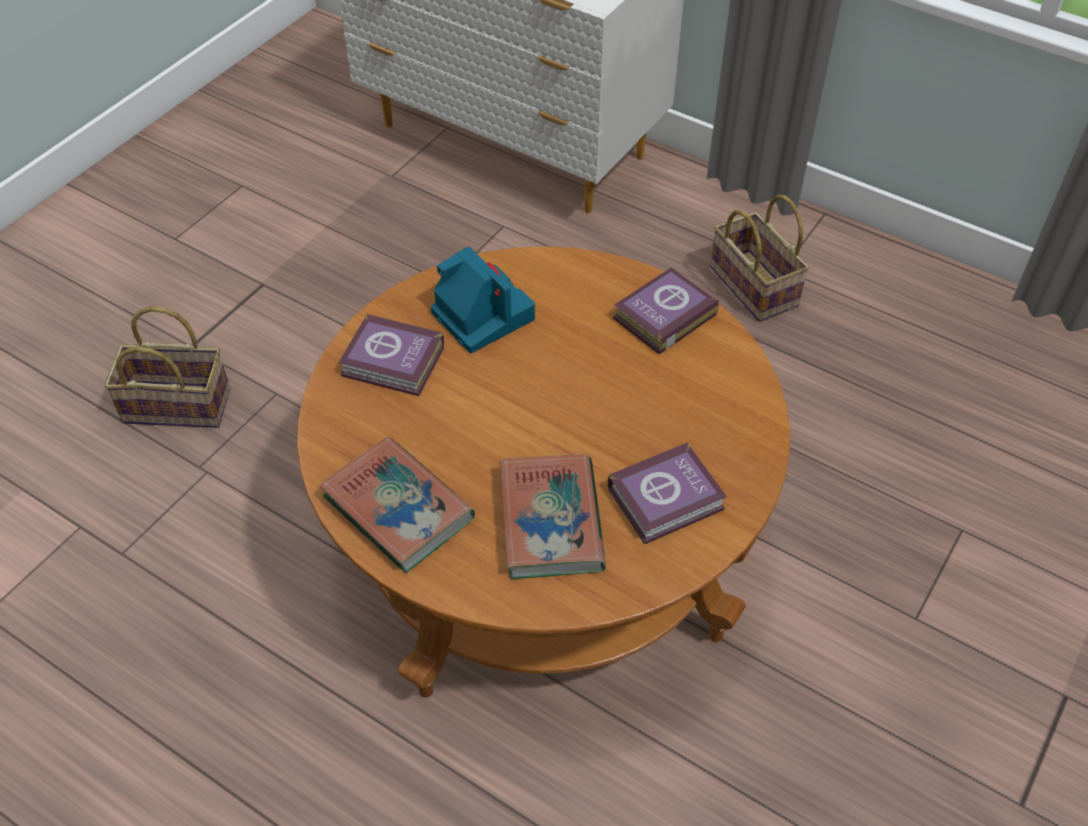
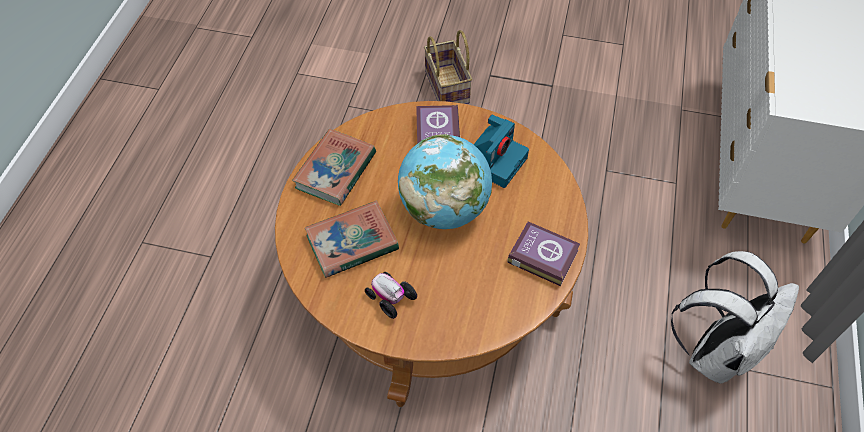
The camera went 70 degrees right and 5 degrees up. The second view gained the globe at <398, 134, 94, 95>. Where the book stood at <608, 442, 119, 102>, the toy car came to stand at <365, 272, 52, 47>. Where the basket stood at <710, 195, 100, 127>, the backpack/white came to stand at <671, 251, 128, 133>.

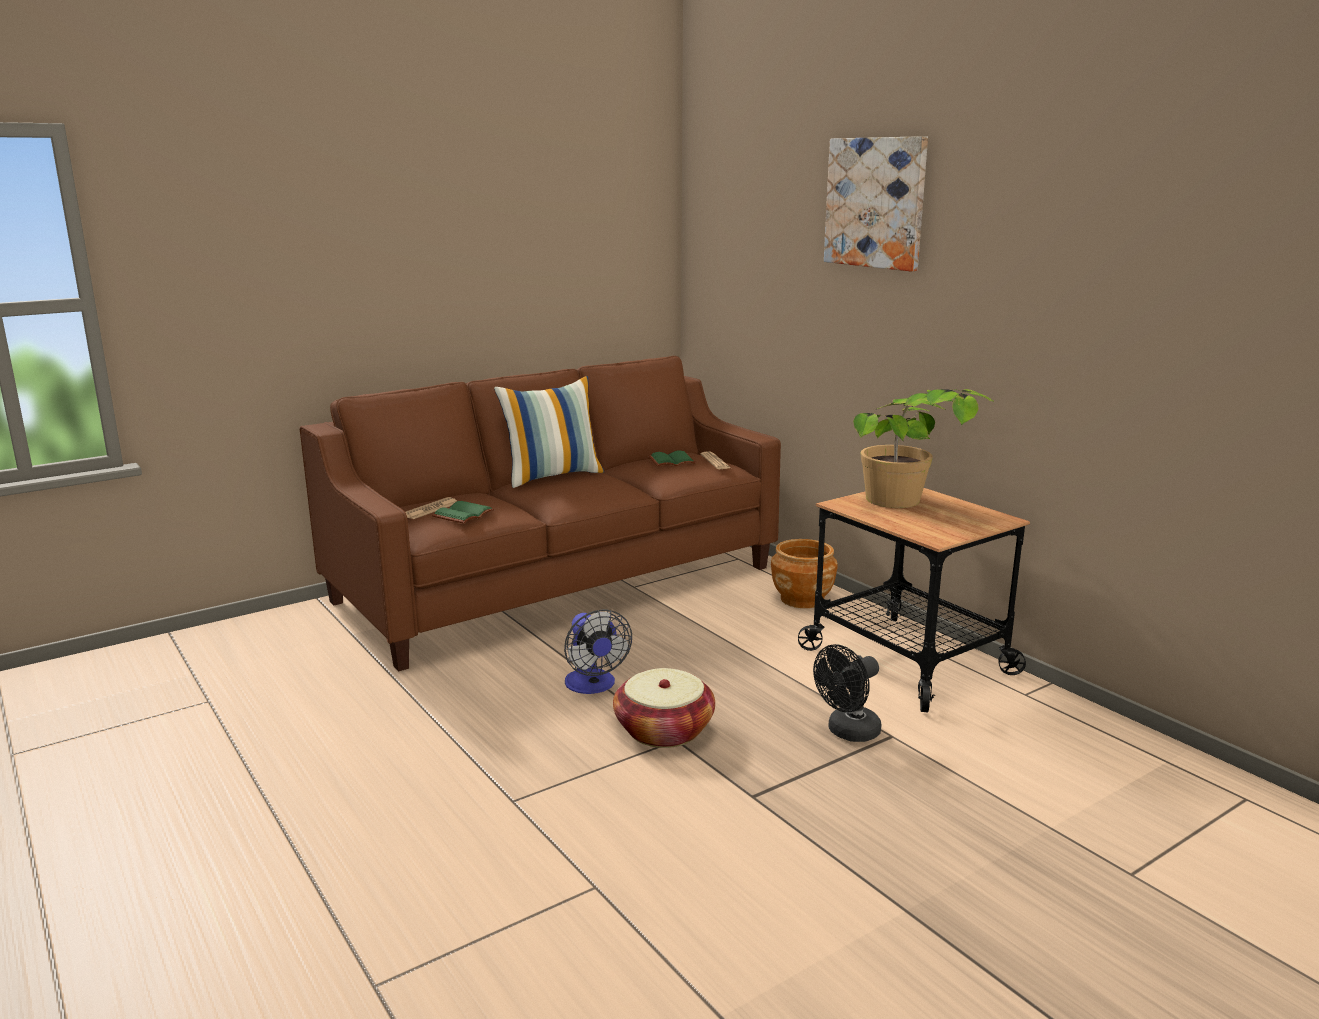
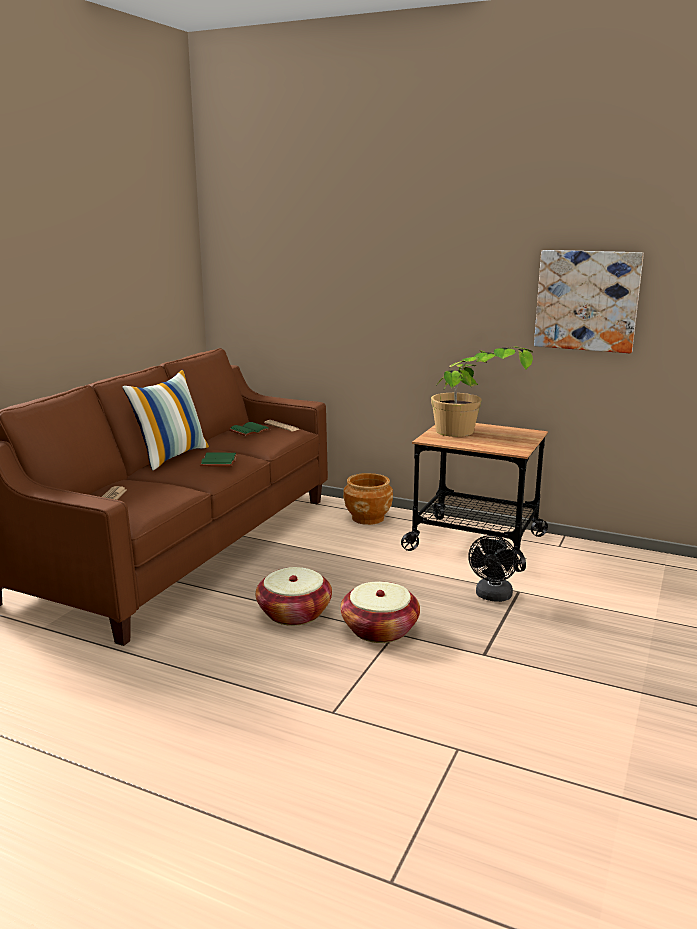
The camera went 30 degrees left and 0 degrees up. The book/green ended up elsewhere, having gone from <432, 501, 63, 23> to <200, 453, 38, 13>. The picture ended up elsewhere, having gone from <824, 136, 104, 136> to <534, 250, 110, 103>. Where the fan stood at <564, 609, 68, 85>, the basket came to stand at <256, 567, 76, 59>.

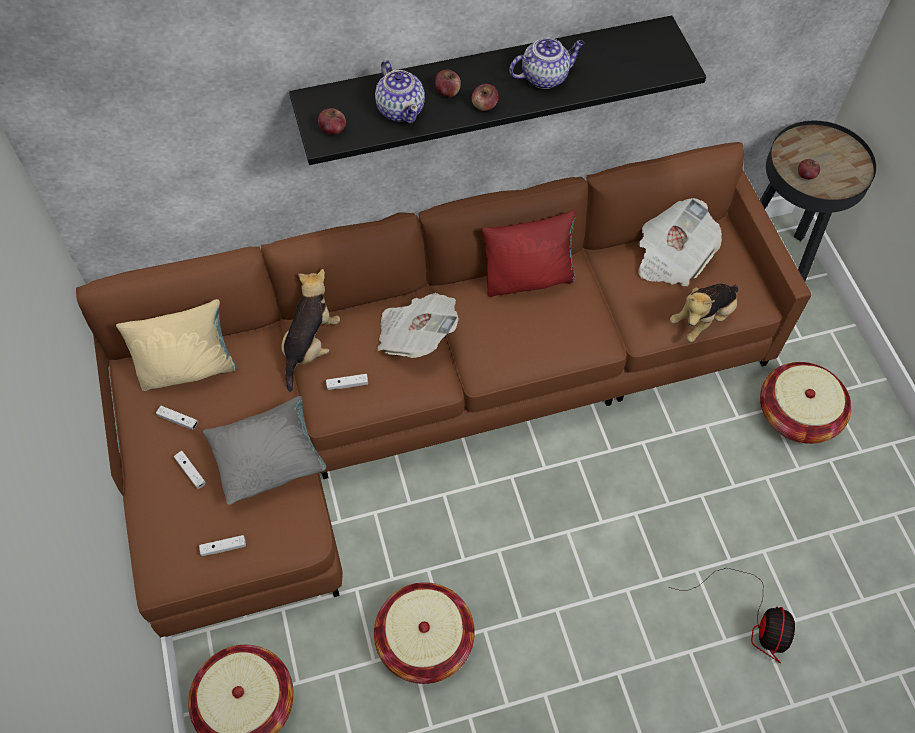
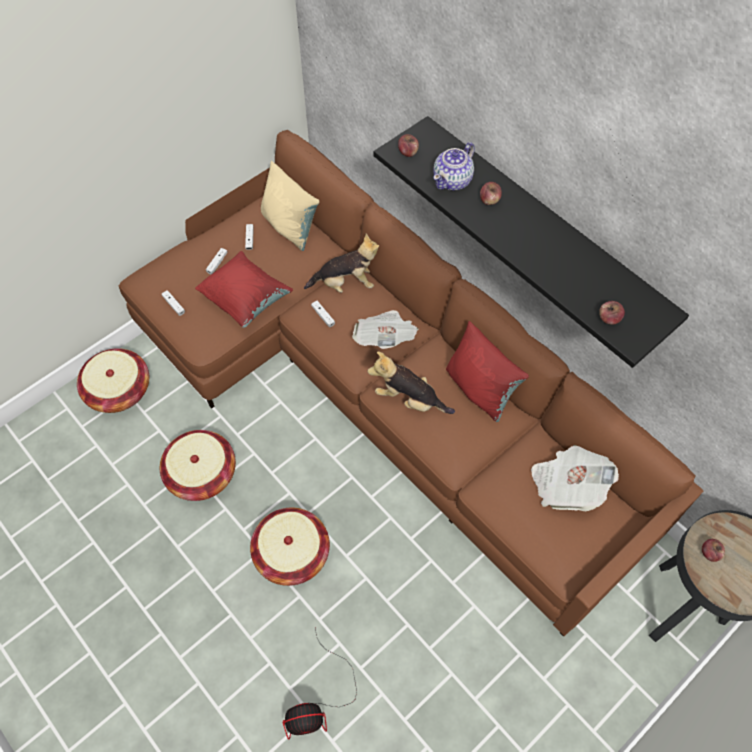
The camera went 65 degrees right and 0 degrees up. The second view lost the teapot at <509, 37, 75, 52>. The apple ended up elsewhere, having gone from <472, 84, 27, 27> to <599, 301, 26, 24>. The plush toy ended up elsewhere, having gone from <670, 284, 69, 58> to <367, 352, 88, 62>. The basket ended up elsewhere, having gone from <760, 362, 91, 82> to <250, 508, 80, 78>. What was the pillow/grey at <203, 396, 123, 109> turned into the pillow/red at <195, 251, 98, 77>.

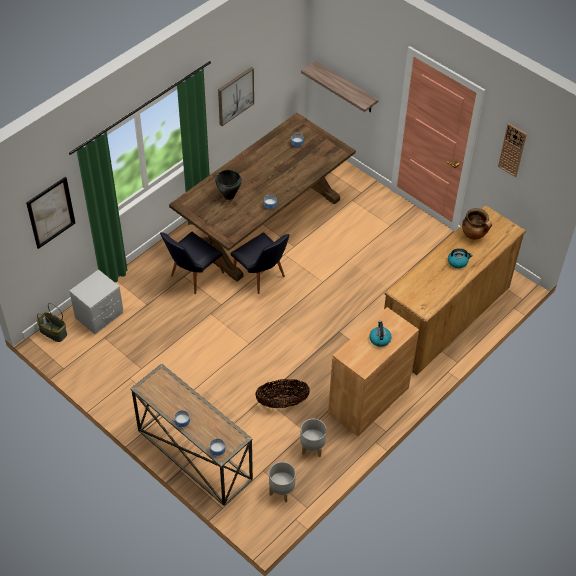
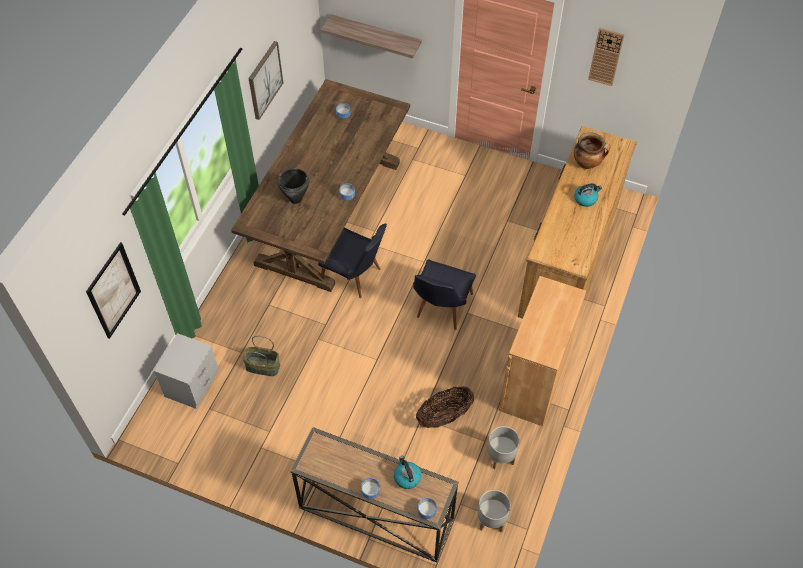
The camera went 20 degrees left and 5 degrees up. The basket ended up elsewhere, having gone from <36, 303, 31, 39> to <242, 336, 38, 40>. The chair/black ended up elsewhere, having gone from <160, 232, 64, 62> to <413, 259, 63, 71>. The kettle ended up elsewhere, having gone from <369, 321, 23, 26> to <394, 456, 27, 33>.

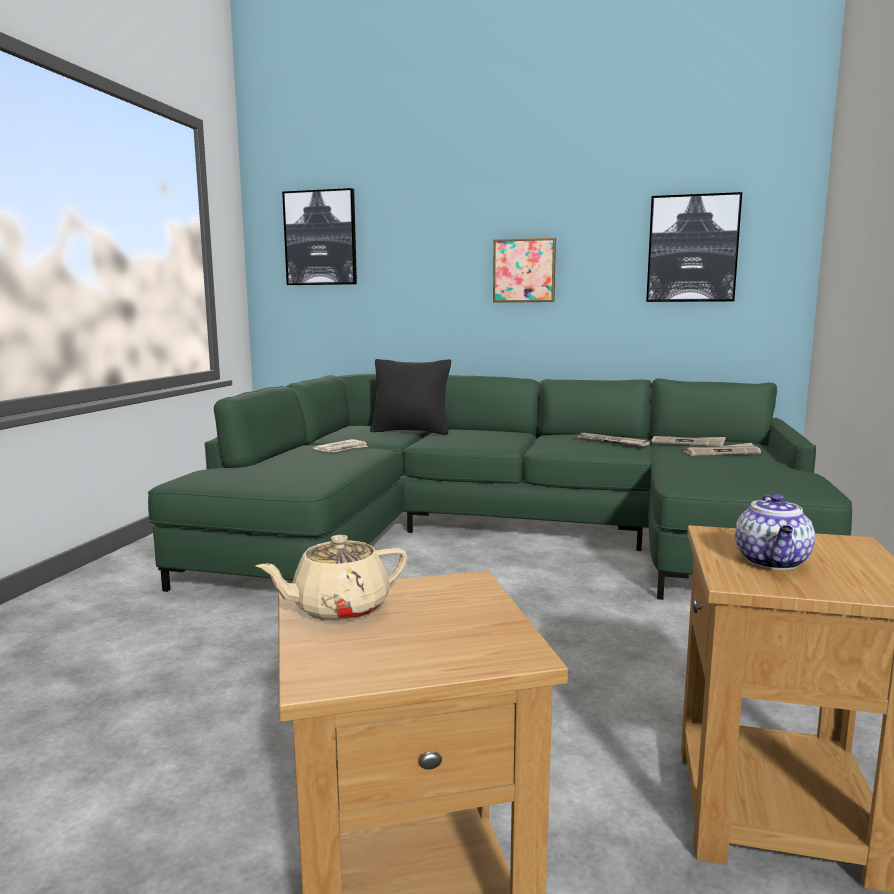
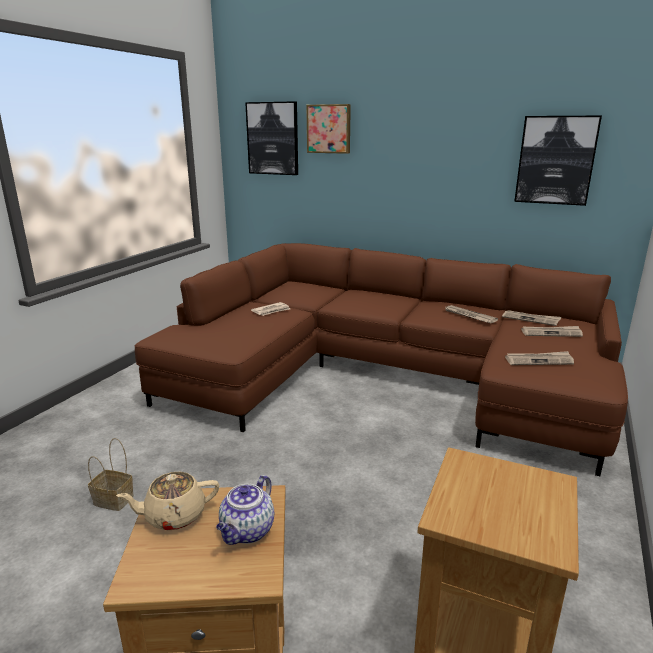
The camera went 10 degrees right and 10 degrees up. The second view lost the pillow/black at <370, 359, 81, 76>. The second view gained the basket at <88, 438, 46, 73>. The second view gained the newspaper at <505, 351, 69, 14>. The picture ended up elsewhere, having gone from <493, 238, 63, 64> to <306, 104, 45, 50>. The teapot ended up elsewhere, having gone from <735, 493, 80, 77> to <216, 475, 58, 70>. What was the sofa/green at <148, 374, 704, 226> turned into the sofa/brown at <134, 243, 494, 233>.

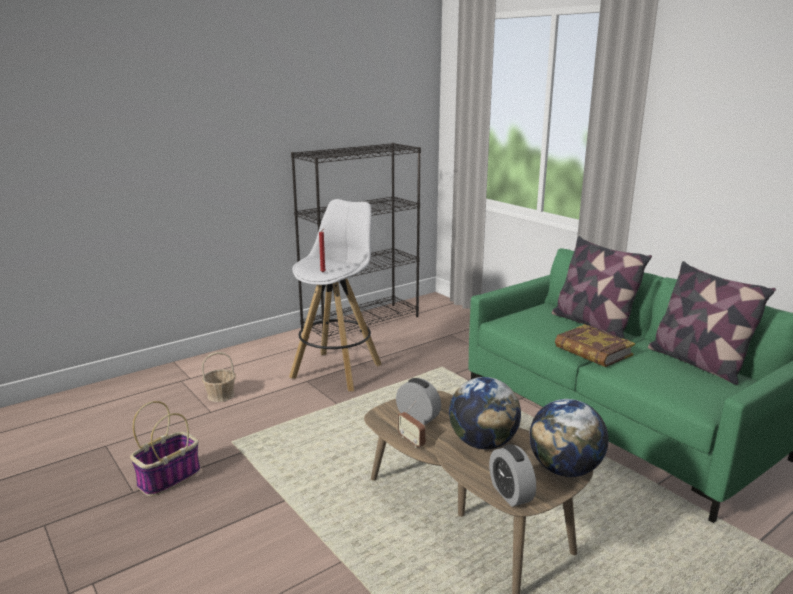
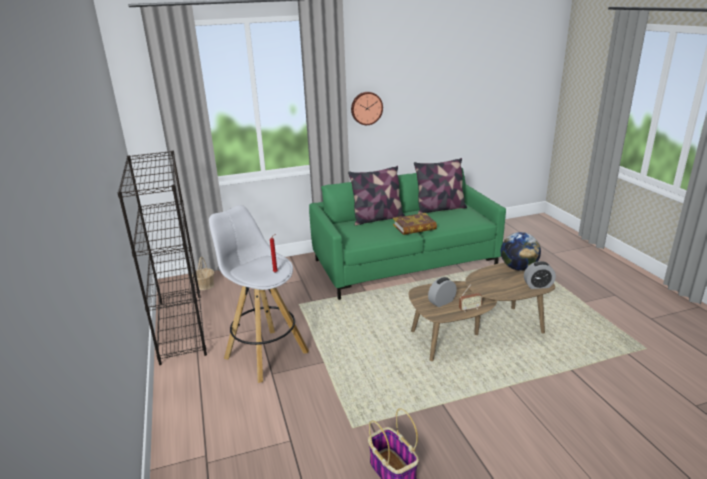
The camera went 70 degrees left and 5 degrees up. The second view lost the globe at <449, 377, 72, 72>. The second view gained the wall clock at <351, 92, 32, 33>. The basket ended up elsewhere, having gone from <202, 352, 34, 50> to <192, 257, 22, 33>.

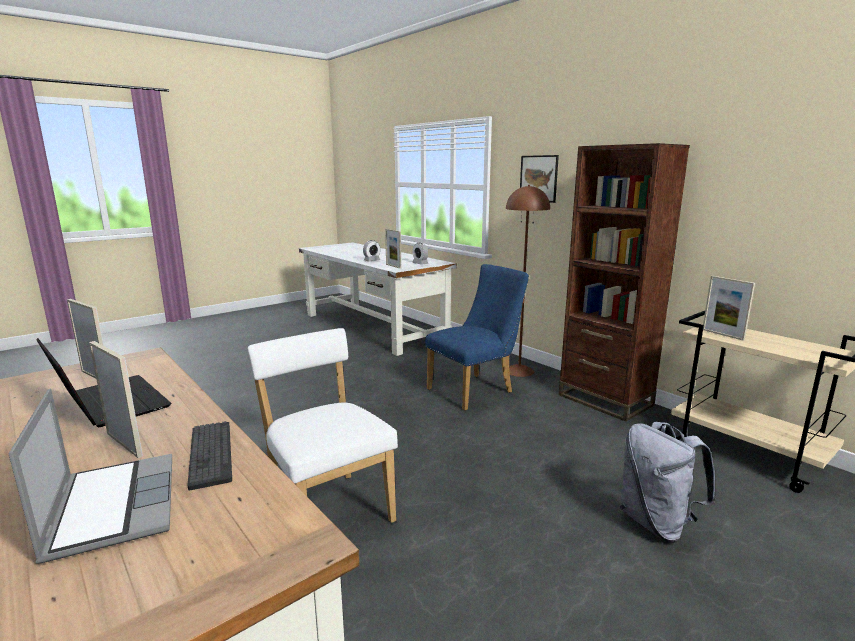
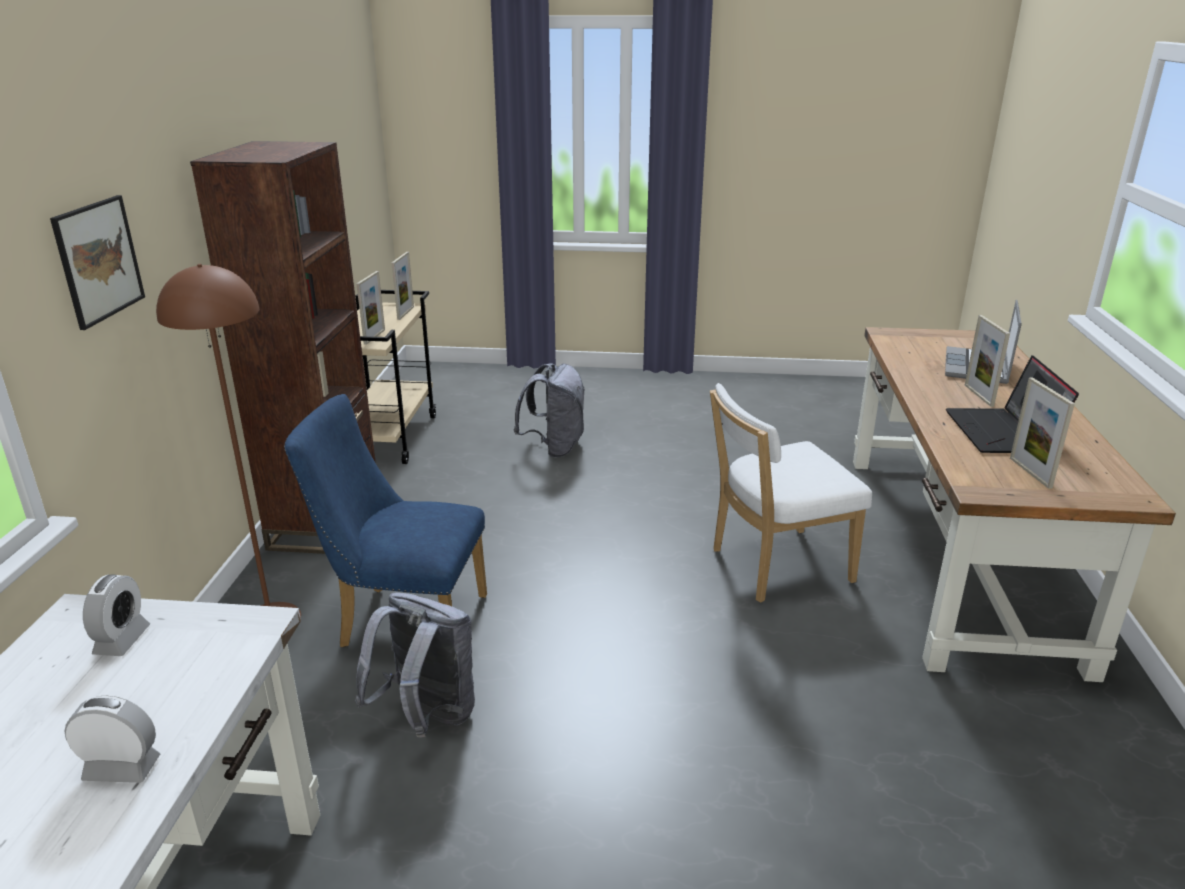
The camera went 135 degrees left and 10 degrees up. The second view lost the keyboard at <188, 421, 44, 69>. The second view gained the backpack/grey at <355, 592, 120, 145>. The picture frame ended up elsewhere, having gone from <385, 229, 16, 40> to <392, 252, 22, 68>. The chair/white at <248, 328, 150, 195> ended up facing another way, 60 degrees clockwise from before.

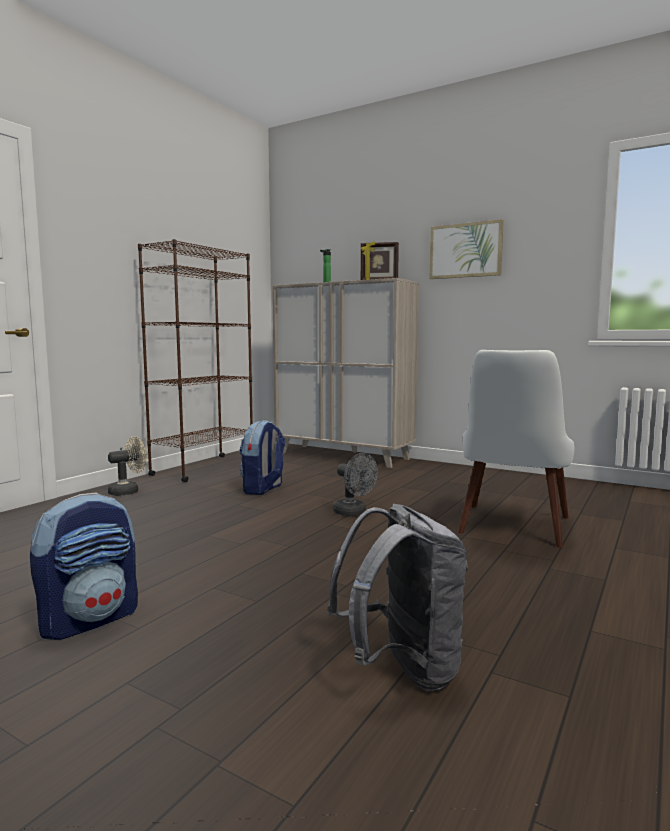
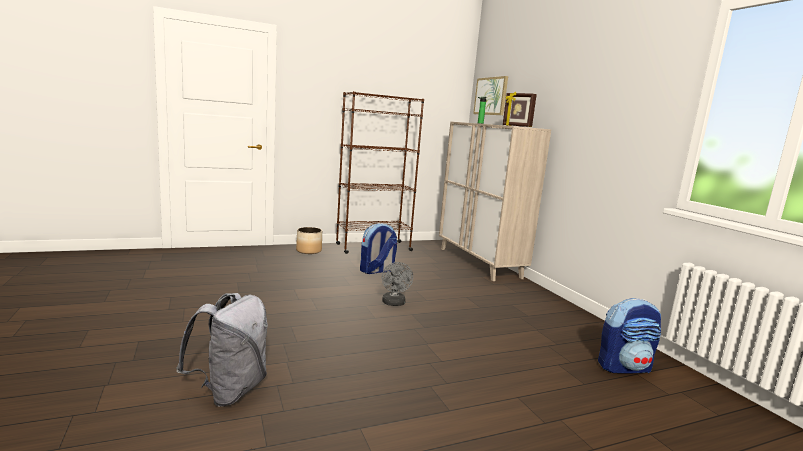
The camera went 35 degrees right and 5 degrees up. The second view lost the chair/white at <458, 350, 116, 198>. The backpack ended up elsewhere, having gone from <30, 492, 108, 148> to <598, 298, 63, 76>. The picture ended up elsewhere, having gone from <429, 219, 75, 60> to <473, 76, 35, 39>. Where the fan/beige stood at <108, 436, 39, 60>, the planter came to stand at <296, 227, 26, 27>.

